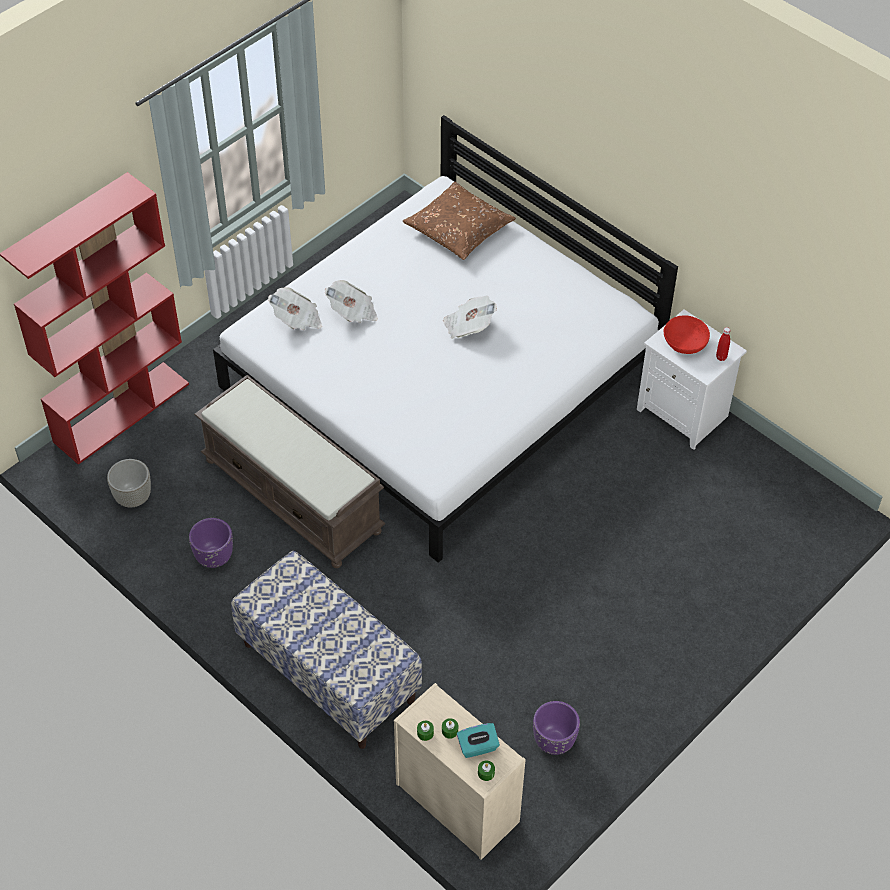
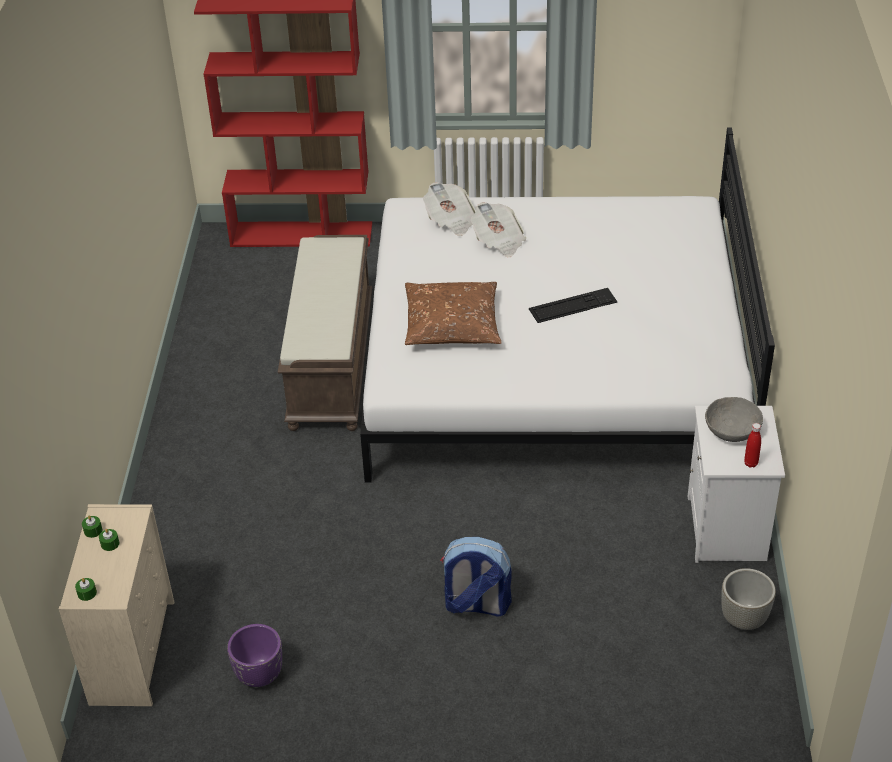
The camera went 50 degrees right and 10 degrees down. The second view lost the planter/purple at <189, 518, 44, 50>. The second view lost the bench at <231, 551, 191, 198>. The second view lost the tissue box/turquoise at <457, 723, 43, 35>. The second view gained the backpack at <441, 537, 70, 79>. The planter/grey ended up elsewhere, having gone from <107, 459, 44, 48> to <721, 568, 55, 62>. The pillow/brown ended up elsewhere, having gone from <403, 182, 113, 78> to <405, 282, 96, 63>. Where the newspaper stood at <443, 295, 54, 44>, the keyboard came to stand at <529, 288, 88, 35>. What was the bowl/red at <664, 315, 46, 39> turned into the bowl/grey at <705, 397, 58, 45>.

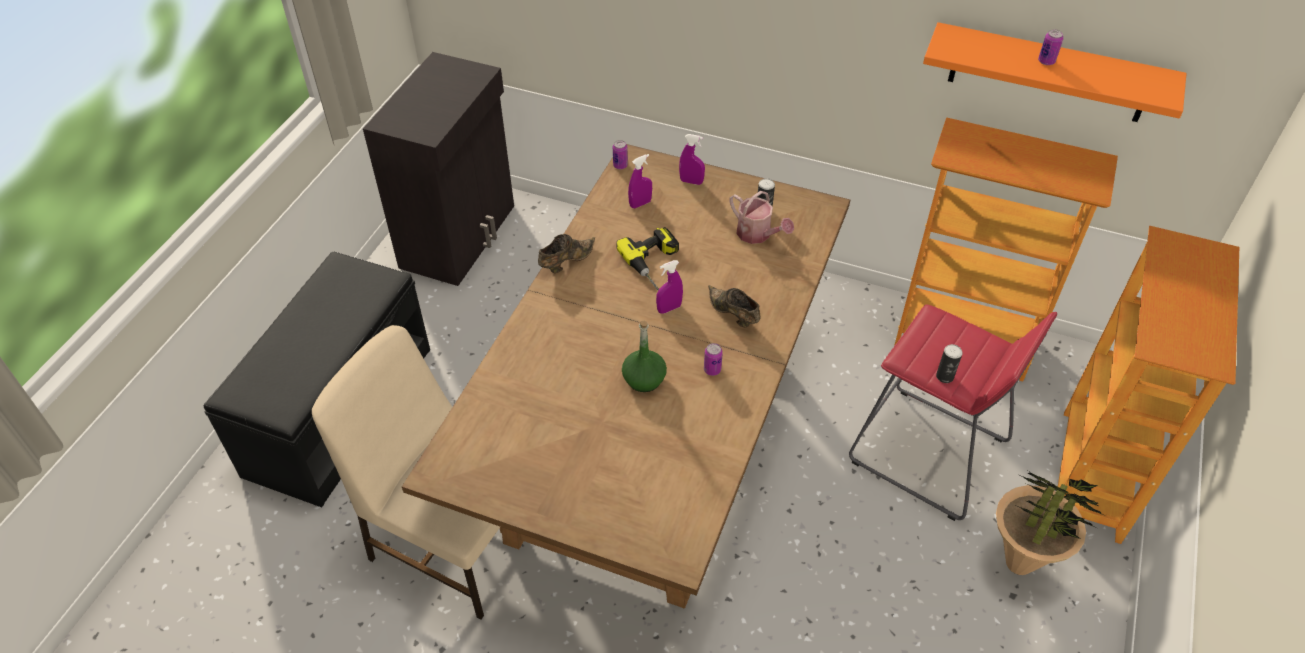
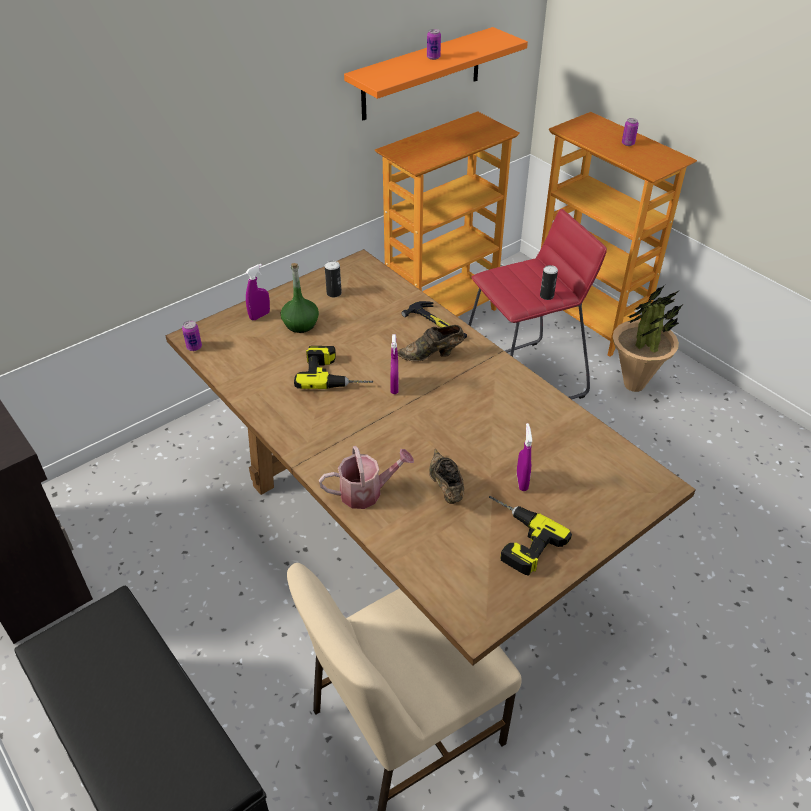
The camera went 60 degrees left and 5 degrees down. The second view gained the hammer at <401, 301, 66, 38>. The second view gained the power drill at <489, 496, 83, 80>. The shoe/brown ended up elsewhere, having gone from <538, 234, 57, 39> to <429, 449, 35, 55>. The bottle/green ended up elsewhere, having gone from <622, 321, 45, 71> to <281, 263, 38, 70>. The spray bottle/purple ended up elsewhere, having gone from <628, 154, 24, 54> to <517, 423, 15, 68>. The can ended up elsewhere, having gone from <704, 343, 19, 33> to <622, 118, 17, 28>. The watering can ended up elsewhere, having gone from <730, 191, 64, 53> to <319, 446, 95, 63>.

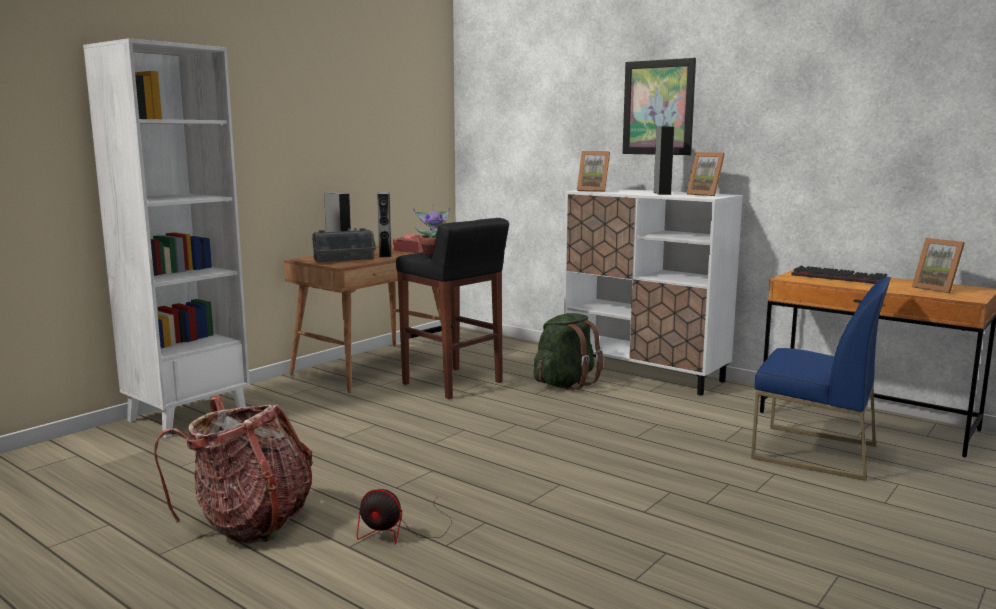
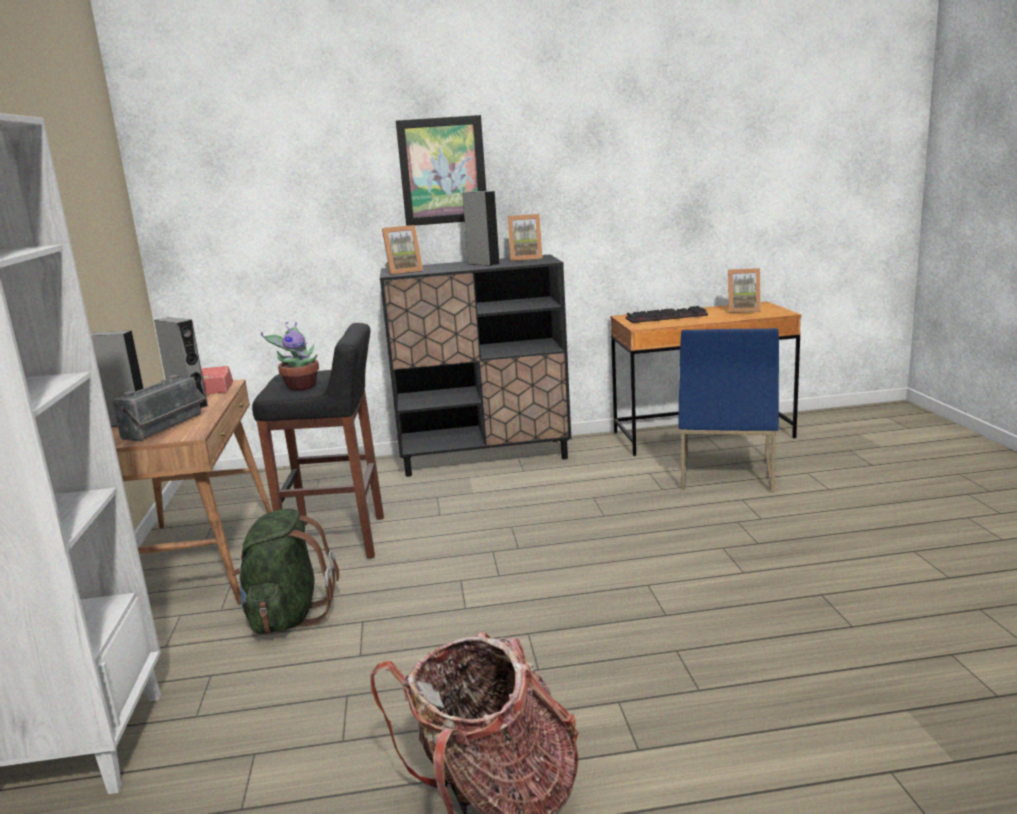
The camera went 45 degrees left and 5 degrees up. The second view lost the fan at <357, 489, 95, 55>. The backpack/green ended up elsewhere, having gone from <534, 313, 69, 78> to <231, 509, 108, 125>. What was the cabinet/white at <563, 188, 180, 207> turned into the cabinet/black at <380, 254, 191, 223>. The chair/blue at <751, 277, 140, 204> ended up facing another way, 120 degrees clockwise from before.

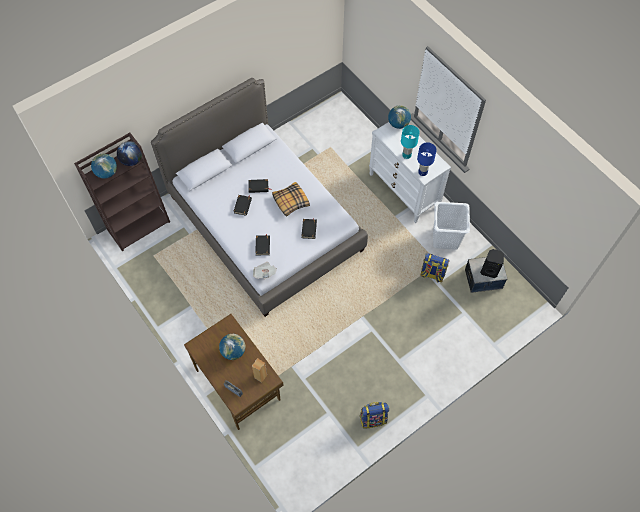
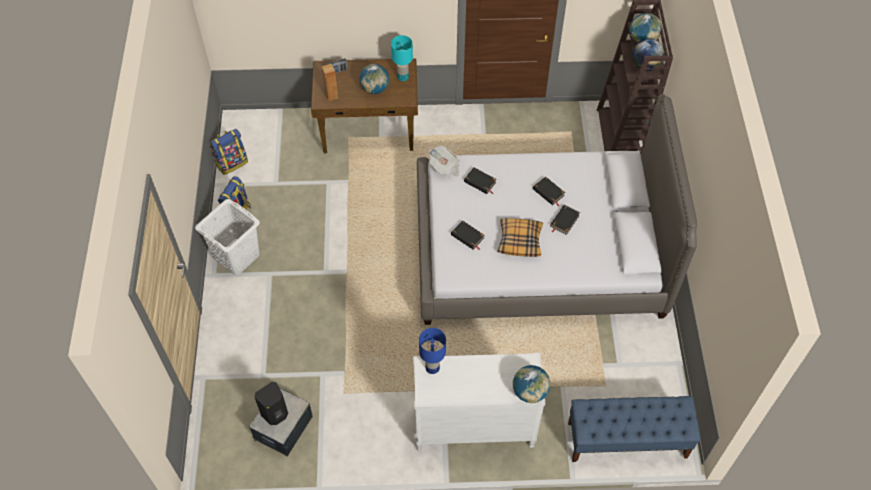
The camera went 125 degrees right and 5 degrees down. The second view gained the bench/blue at <568, 396, 133, 66>. The table lamp/turquoise ended up elsewhere, having gone from <401, 125, 19, 34> to <391, 35, 22, 46>. The backpack ended up elsewhere, having gone from <420, 253, 30, 30> to <210, 129, 38, 46>. The laundry basket/white ended up elsewhere, having gone from <433, 202, 37, 48> to <195, 199, 65, 76>.

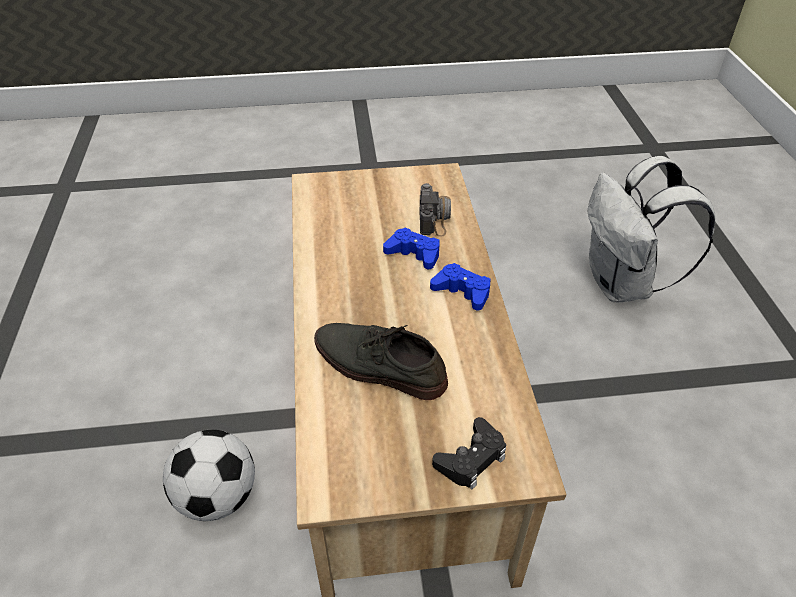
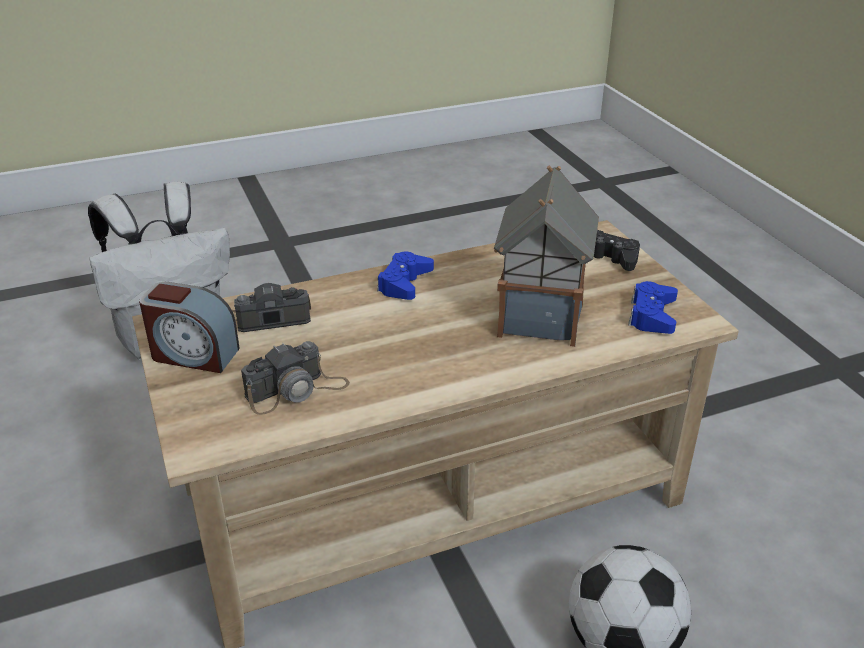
The camera went 105 degrees left and 10 degrees down. The second view gained the alarm clock at <139, 282, 101, 91>. The second view gained the photo camera at <241, 341, 109, 74>. The game controller/blue ended up elsewhere, having gone from <383, 227, 57, 42> to <628, 281, 50, 53>. Where the shoe/grey stood at <314, 323, 134, 77>, the toy house came to stand at <494, 166, 105, 181>.

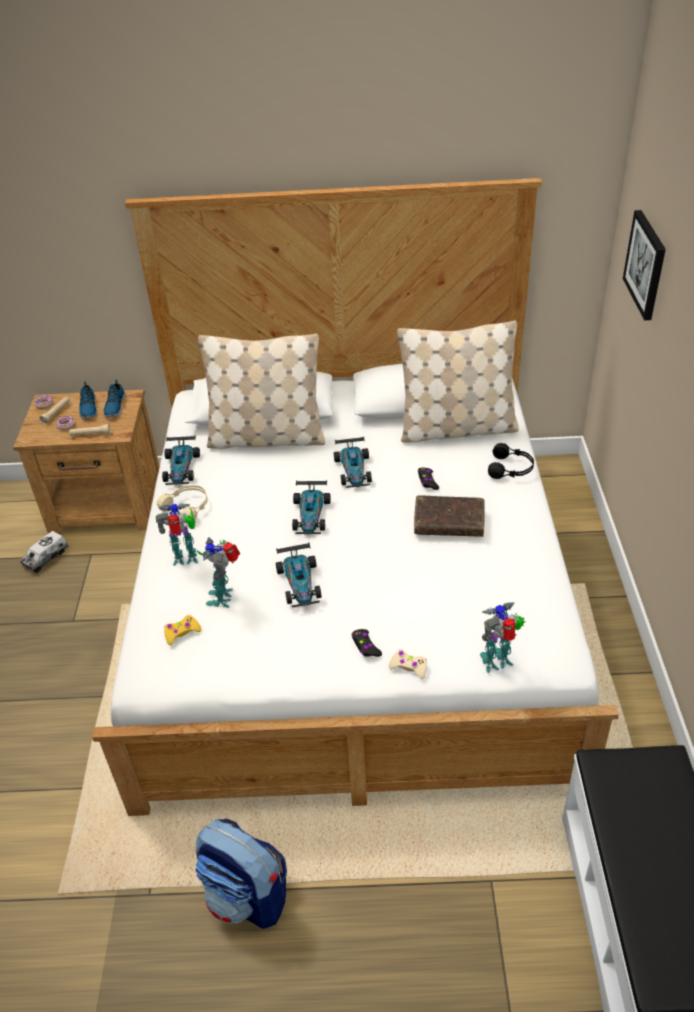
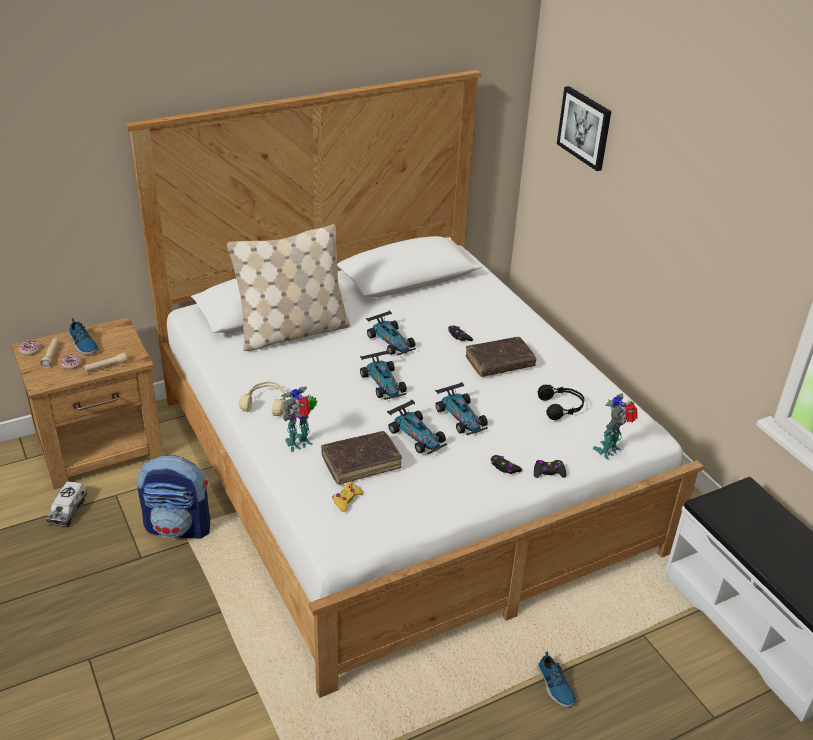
The camera went 30 degrees left and 5 degrees down. The second view lost the pillow/beige at <397, 321, 122, 122>. The shoe ended up elsewhere, having gone from <104, 379, 22, 38> to <537, 651, 39, 56>. The toy car ended up elsewhere, having gone from <162, 435, 38, 50> to <435, 382, 53, 53>. The backpack ended up elsewhere, having gone from <195, 819, 92, 110> to <138, 455, 72, 84>. The headphones/black ended up elsewhere, having gone from <488, 443, 46, 36> to <538, 385, 46, 35>. Where the toy robot stood at <197, 537, 43, 71>, the book/brown came to stand at <321, 431, 81, 54>. What was the game controller/beige at <389, 650, 38, 29> turned into the game controller/black at <534, 460, 32, 18>.

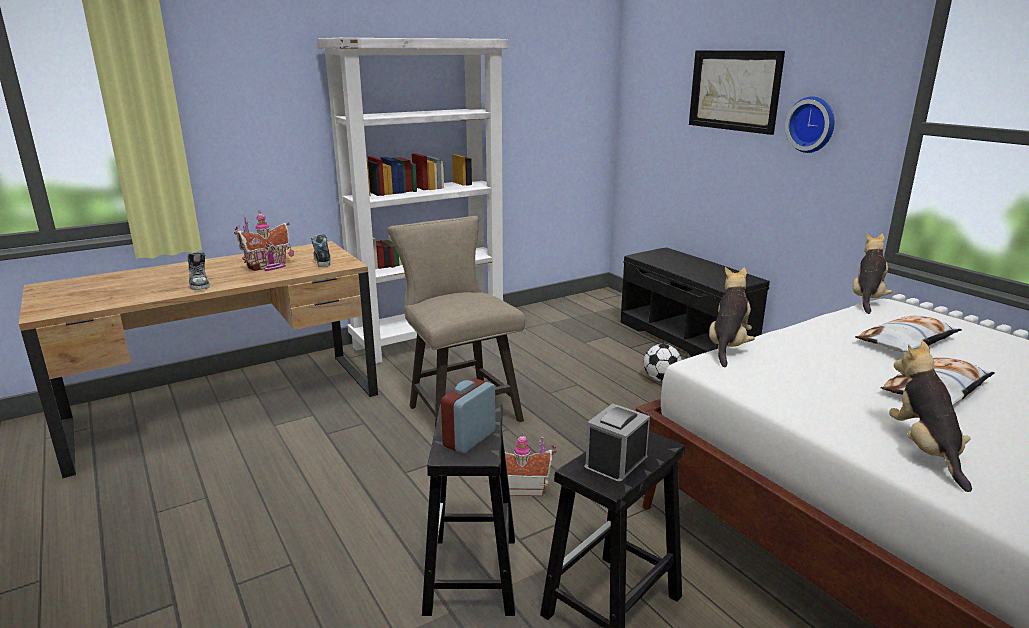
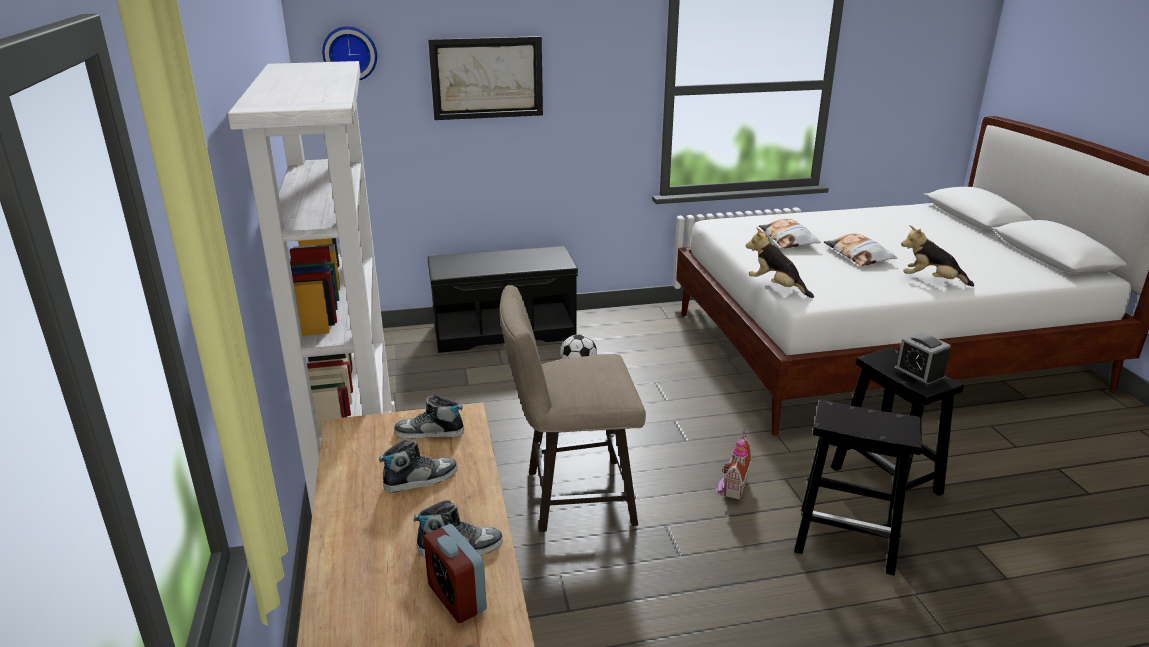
The camera went 70 degrees left and 5 degrees up. The second view lost the plush toy at <852, 233, 41, 81>. The alarm clock ended up elsewhere, having gone from <441, 378, 55, 76> to <423, 524, 64, 99>. The wall clock ended up elsewhere, having gone from <785, 96, 49, 57> to <322, 26, 55, 55>. Where the toy house stood at <234, 210, 60, 61>, the shoe came to stand at <379, 439, 78, 54>.

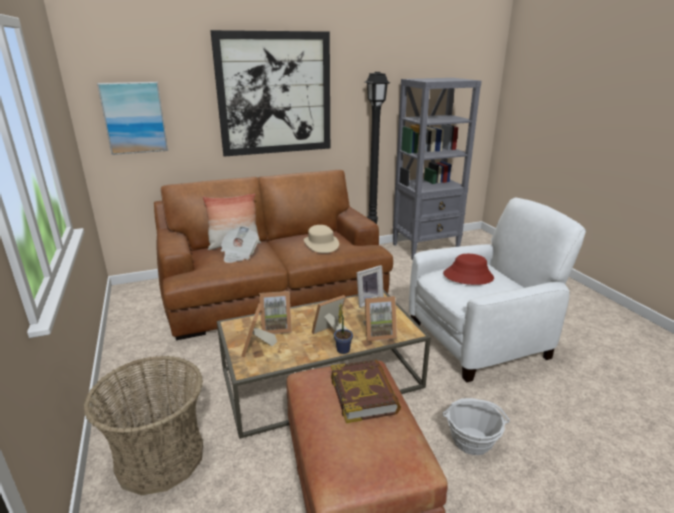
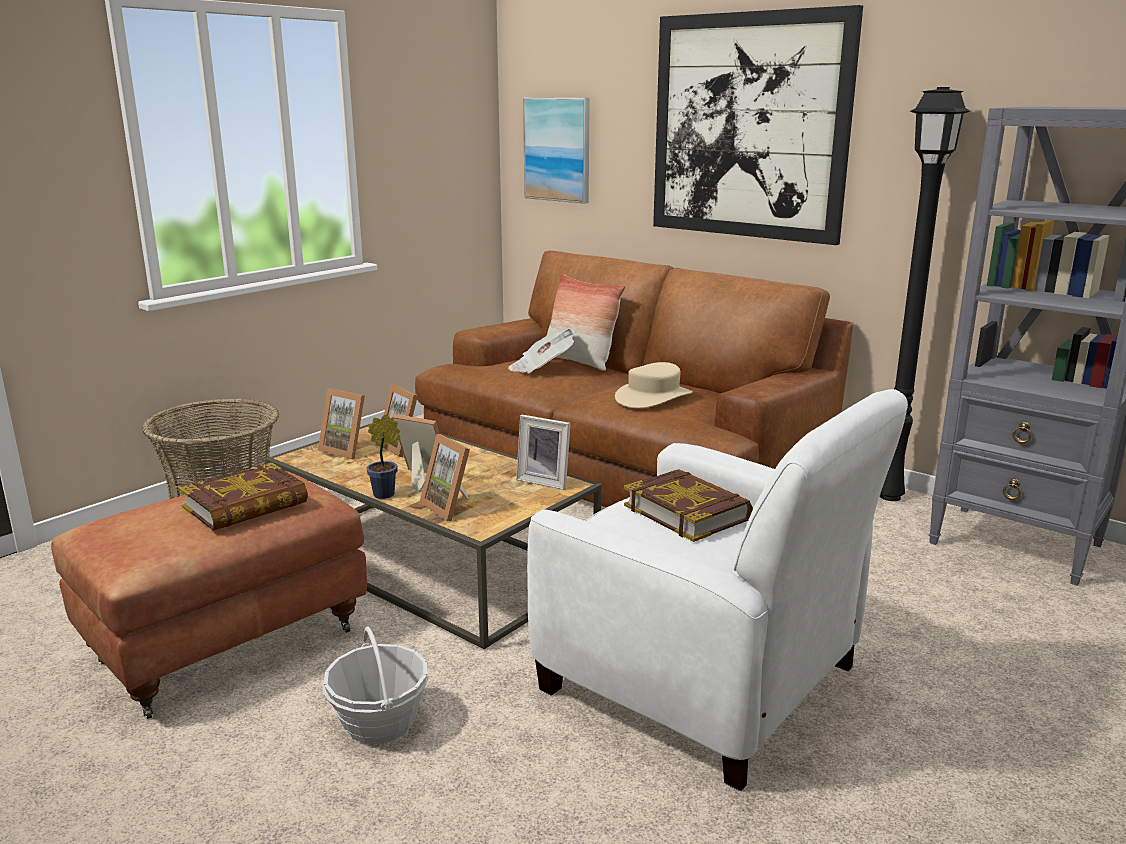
The camera went 60 degrees right and 5 degrees down. Where the hat/red stood at <443, 254, 51, 31>, the book came to stand at <624, 469, 129, 73>. The picture frame at <241, 303, 36, 55> ended up facing another way, 120 degrees counterclockwise from before.

